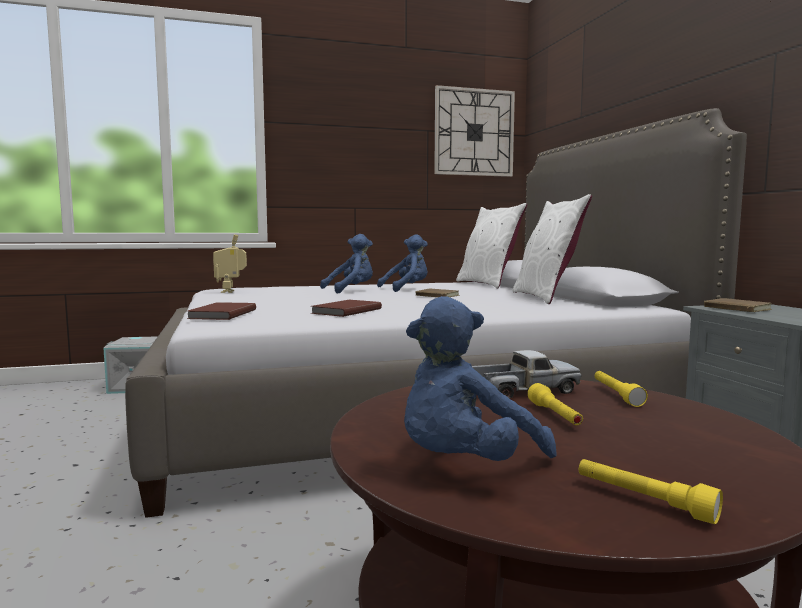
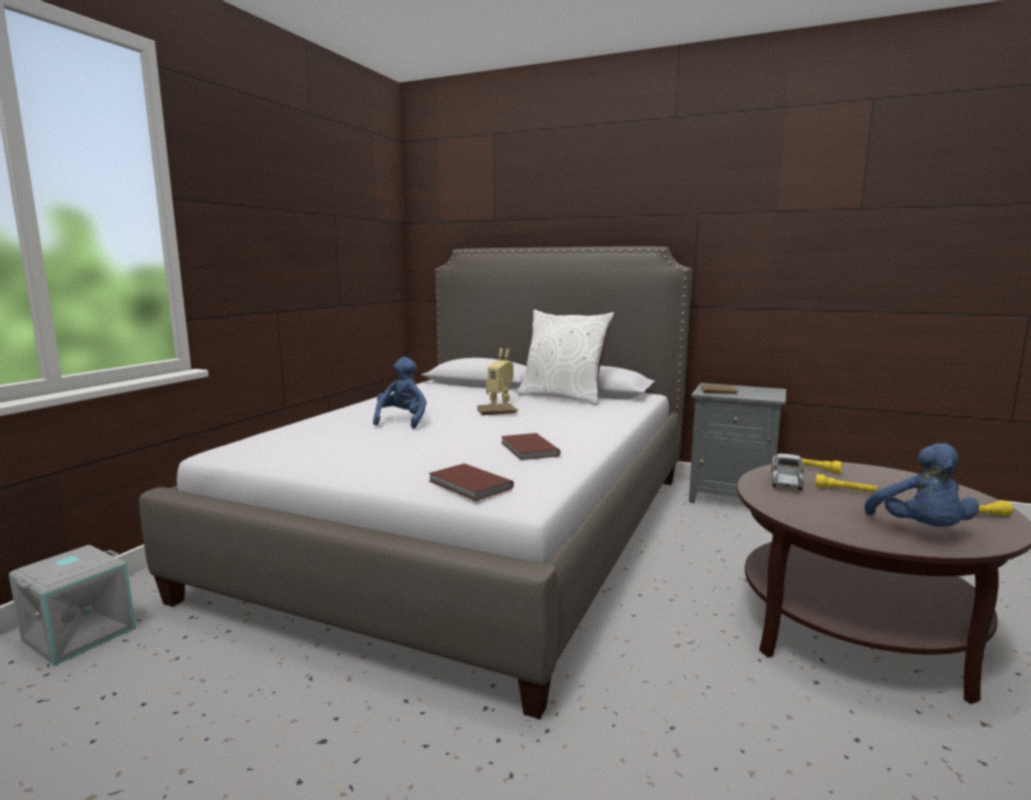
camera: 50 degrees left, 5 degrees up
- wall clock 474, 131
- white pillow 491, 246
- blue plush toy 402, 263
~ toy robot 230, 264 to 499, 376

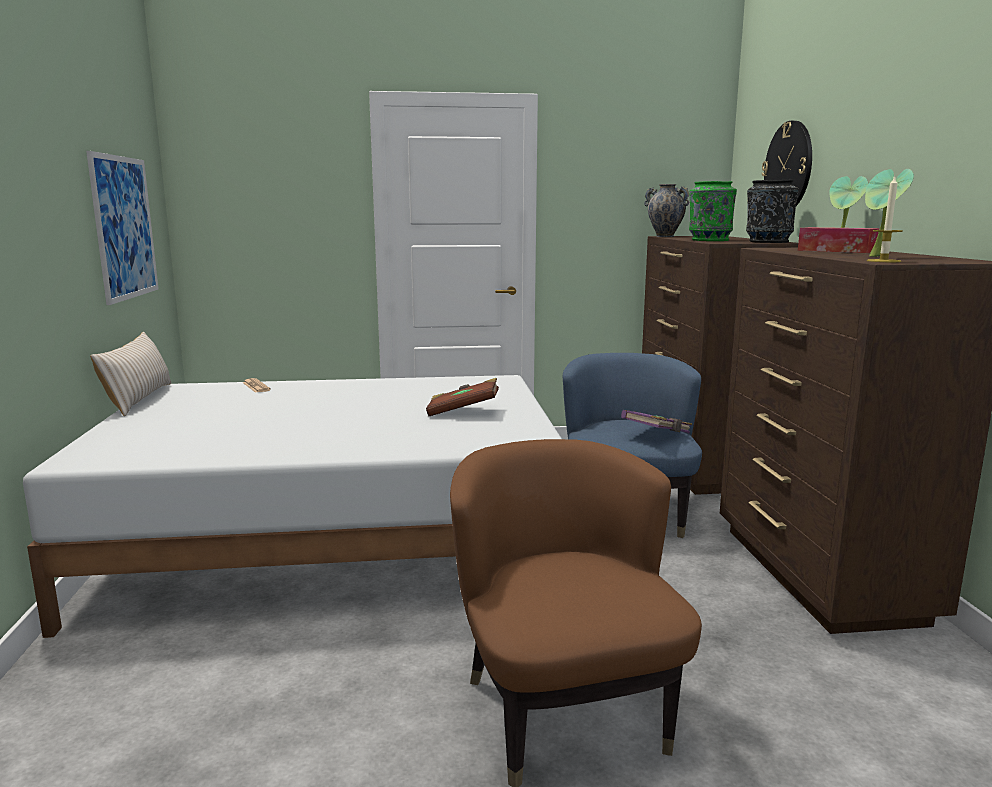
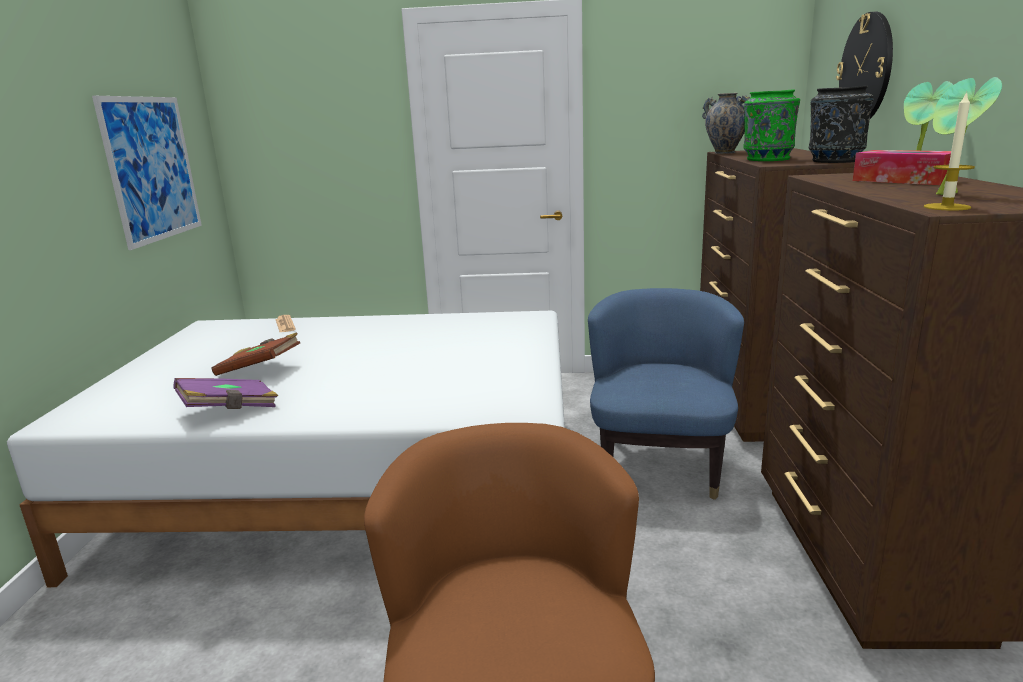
camera: 10 degrees right, 5 degrees up
- beige pillow 131, 374
~ brown book 462, 397 to 256, 354
~ purple book 656, 421 to 225, 393

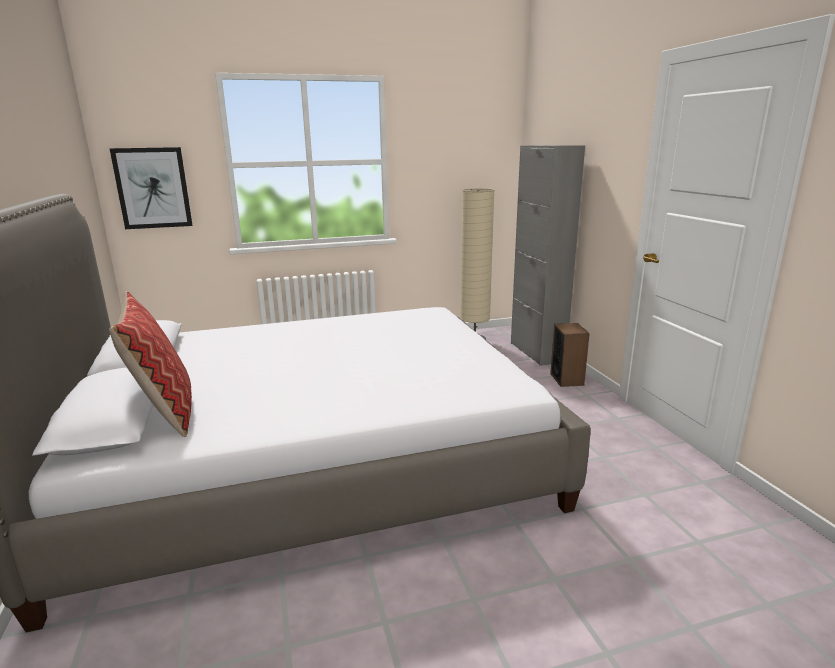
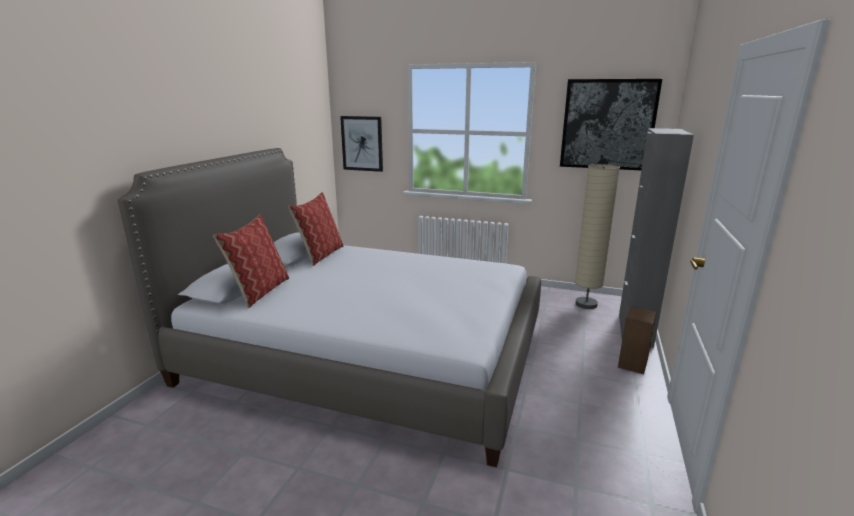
camera: 35 degrees right, 0 degrees up
+ picture 611, 124
+ pillow 316, 229

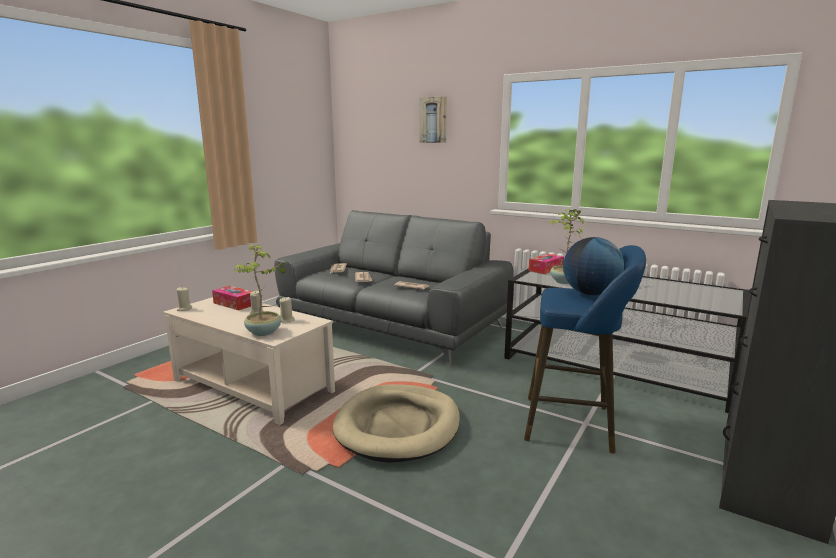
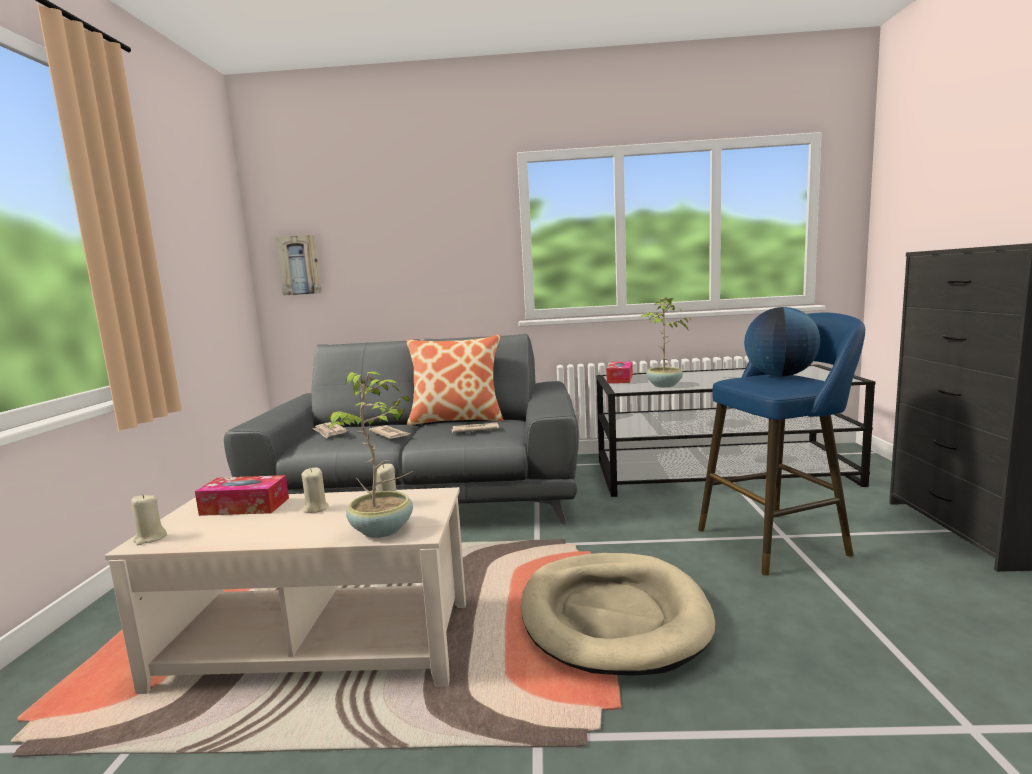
camera: 30 degrees left, 5 degrees down
~ picture 433, 119 to 298, 265
+ pillow 455, 380

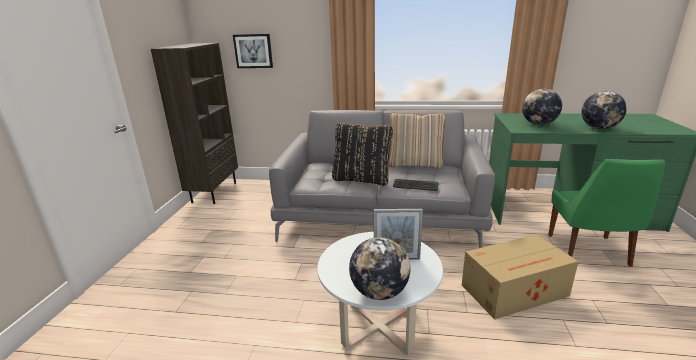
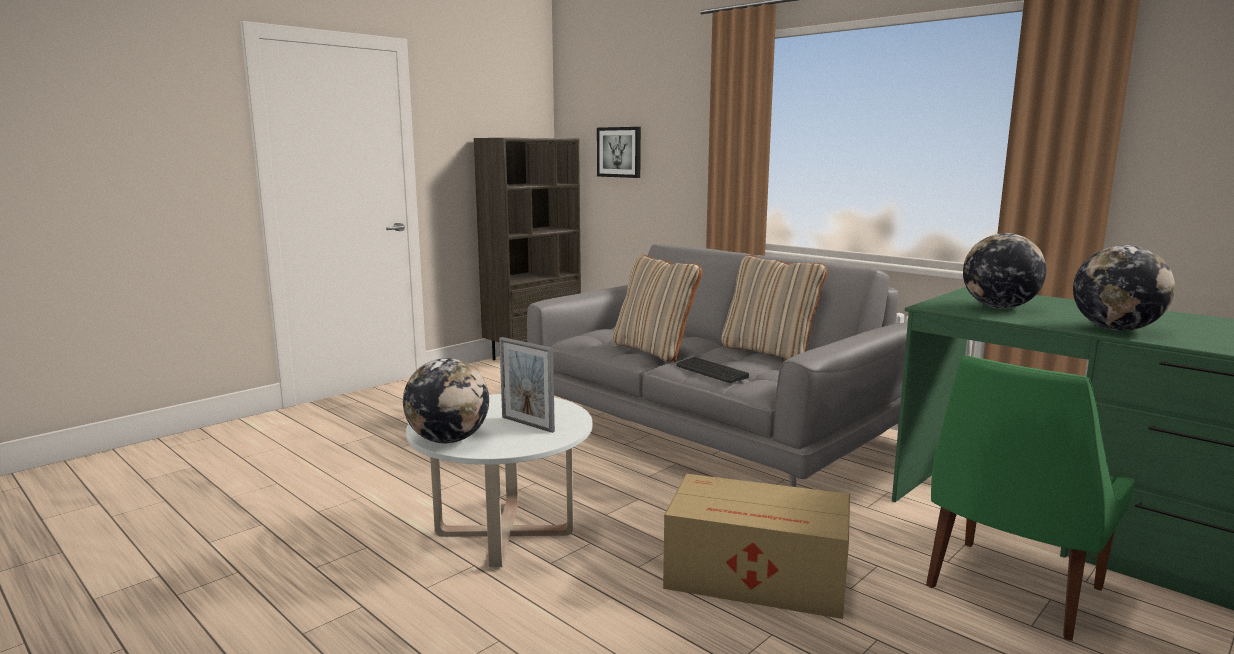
camera: 35 degrees right, 10 degrees down
~ black pillow 362, 154 to beige pillow 657, 308

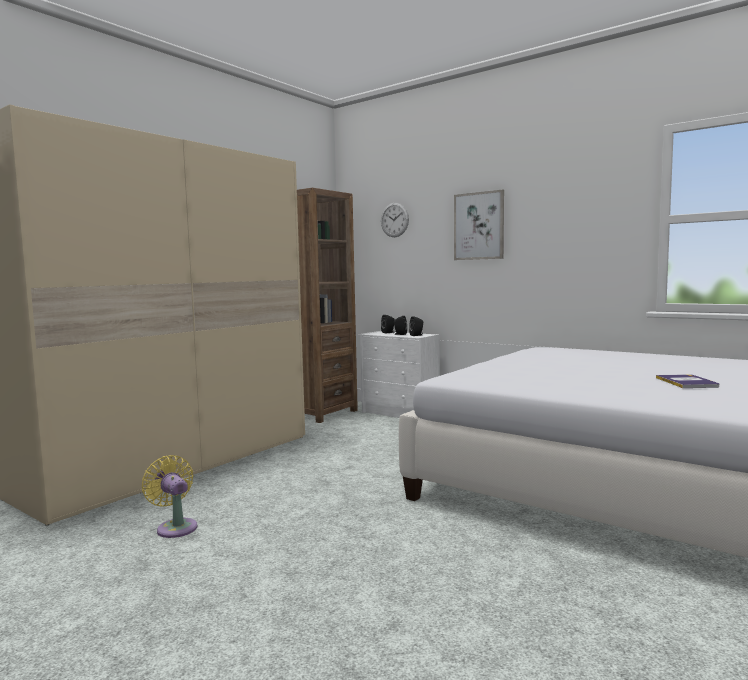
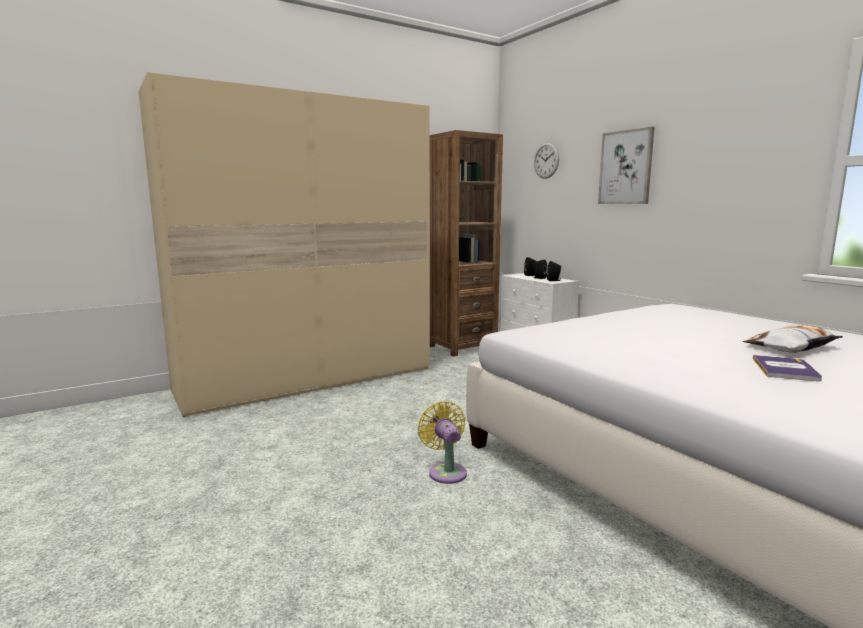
camera: 20 degrees right, 5 degrees up
~ yellow fan 170, 496 to 442, 442
+ pillow 793, 339

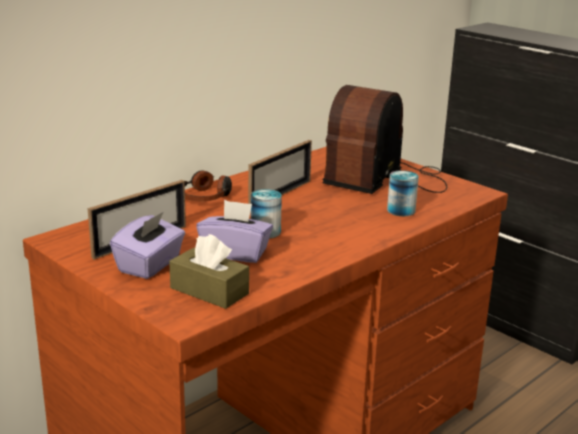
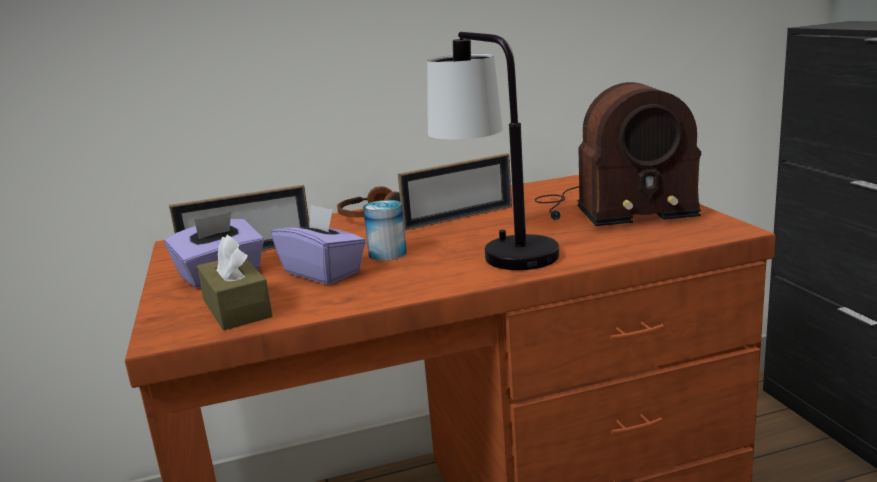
camera: 30 degrees right, 5 degrees down
~ radio 385, 139 = 618, 154 150 degrees counterclockwise
- can 403, 193
+ table lamp 493, 151

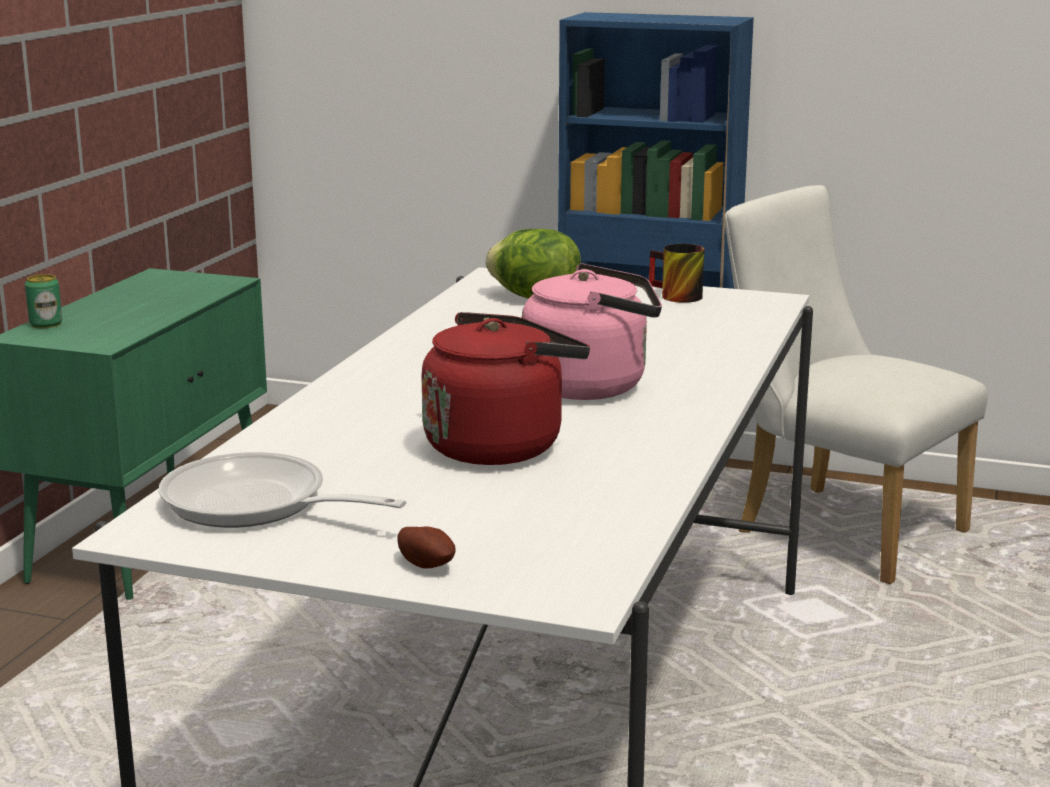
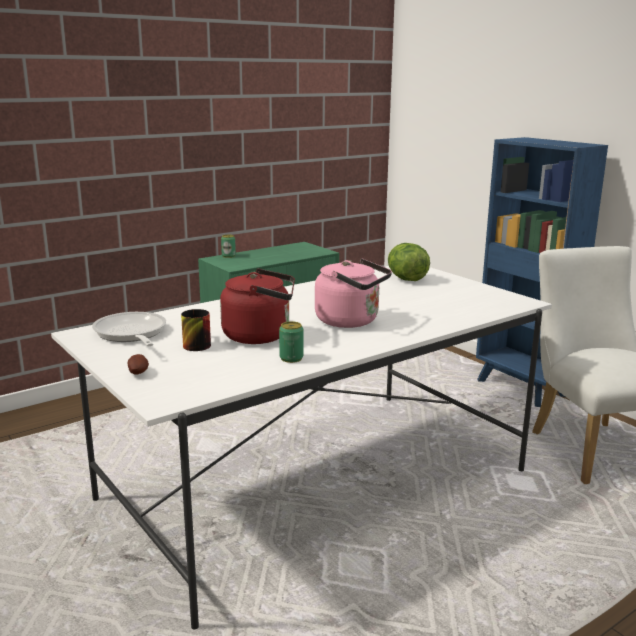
camera: 35 degrees right, 0 degrees up
~ mug 676, 273 to 196, 330
+ can 291, 342

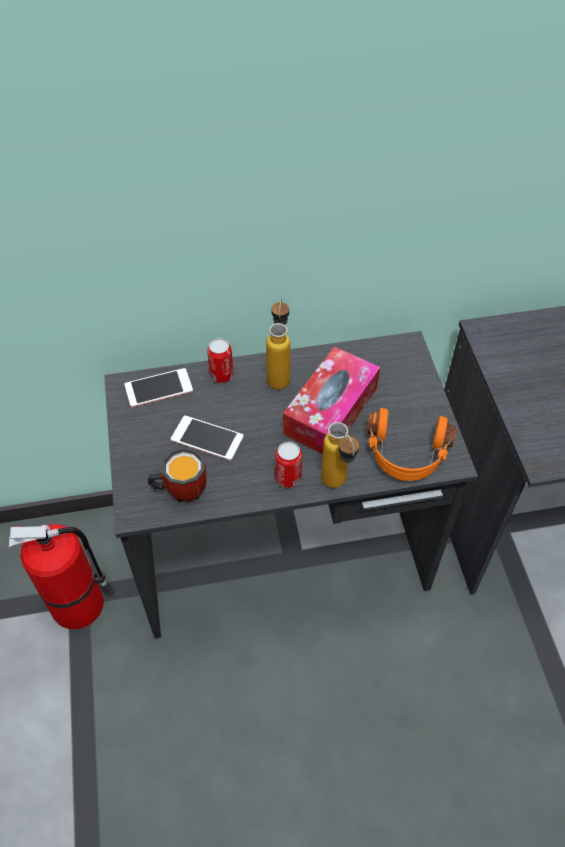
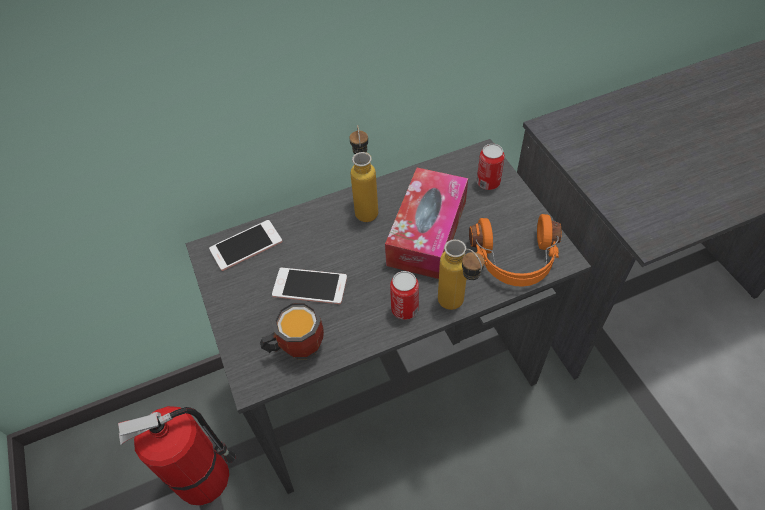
camera: 10 degrees left, 0 degrees up
~ can 220, 360 to 491, 167

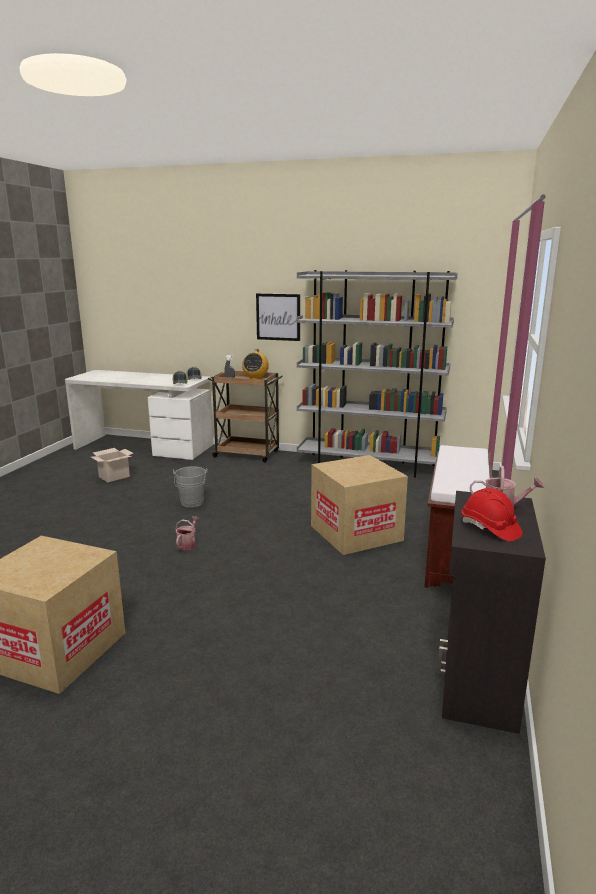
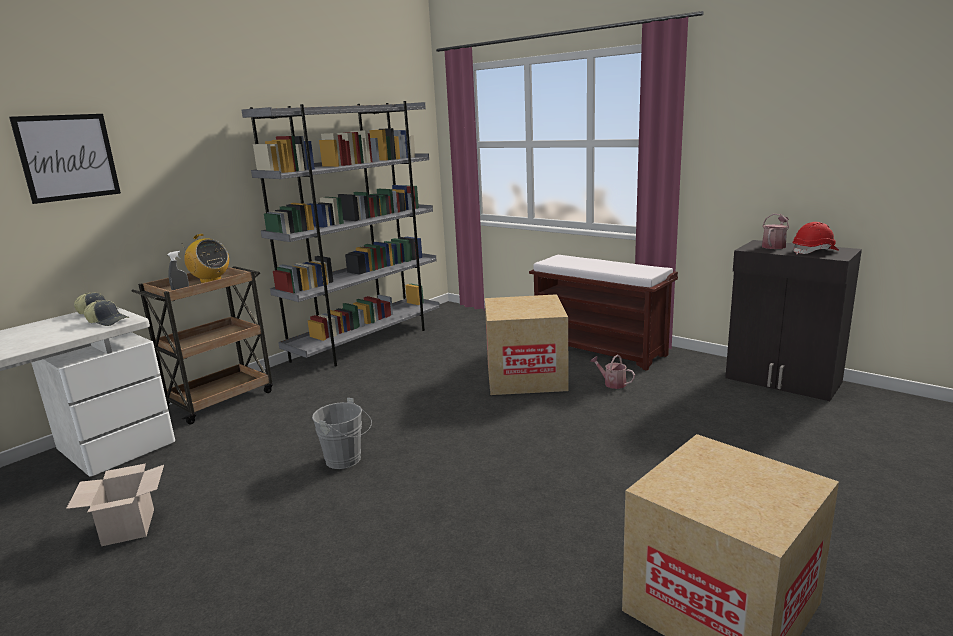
camera: 65 degrees left, 0 degrees up
~ picture 278, 317 to 65, 159
~ watering can 187, 533 to 612, 372

